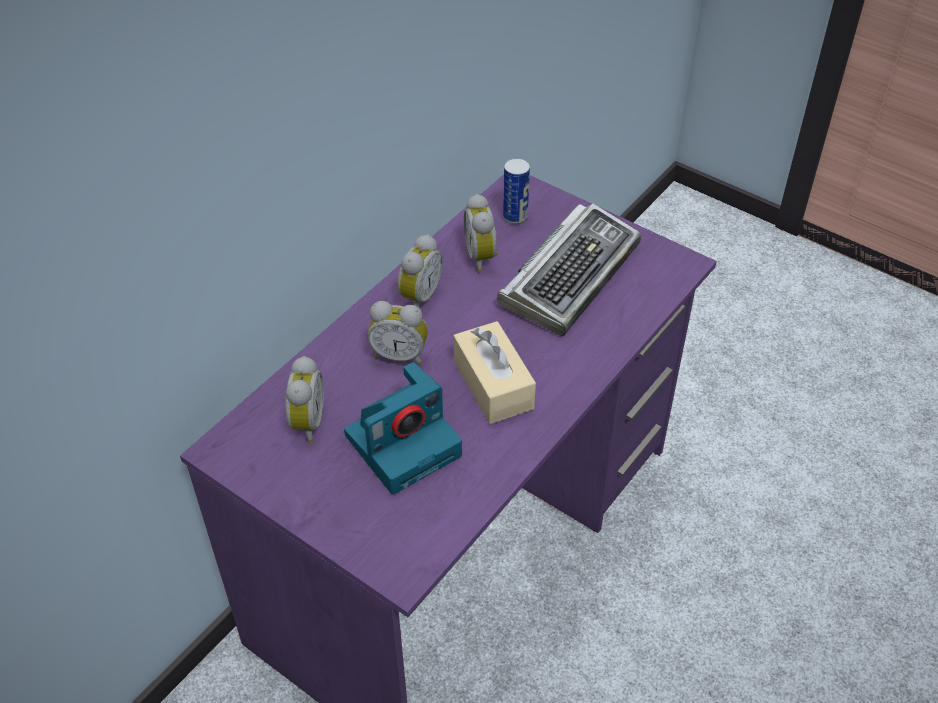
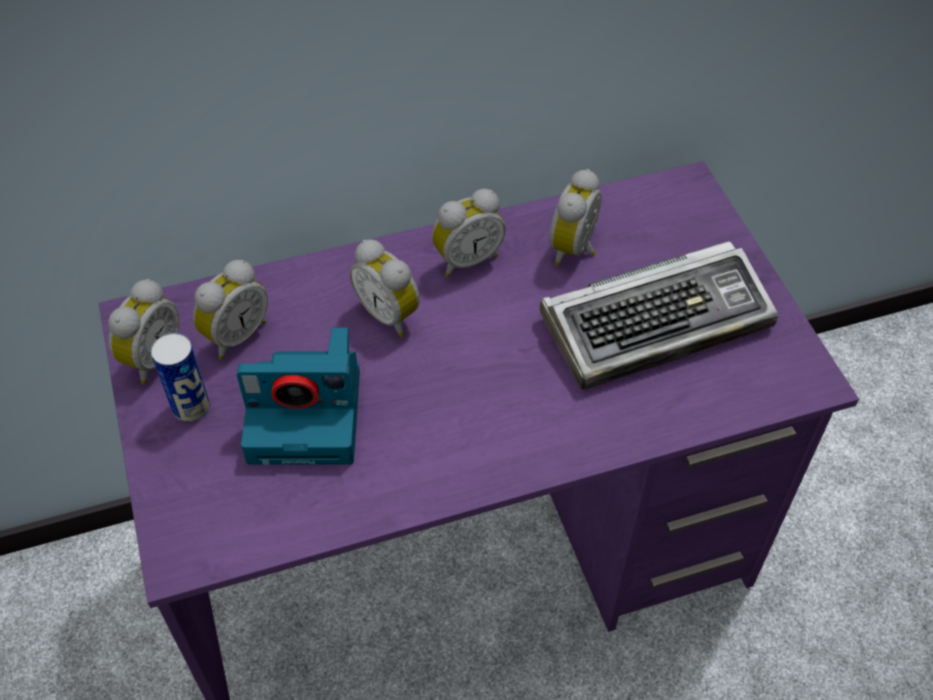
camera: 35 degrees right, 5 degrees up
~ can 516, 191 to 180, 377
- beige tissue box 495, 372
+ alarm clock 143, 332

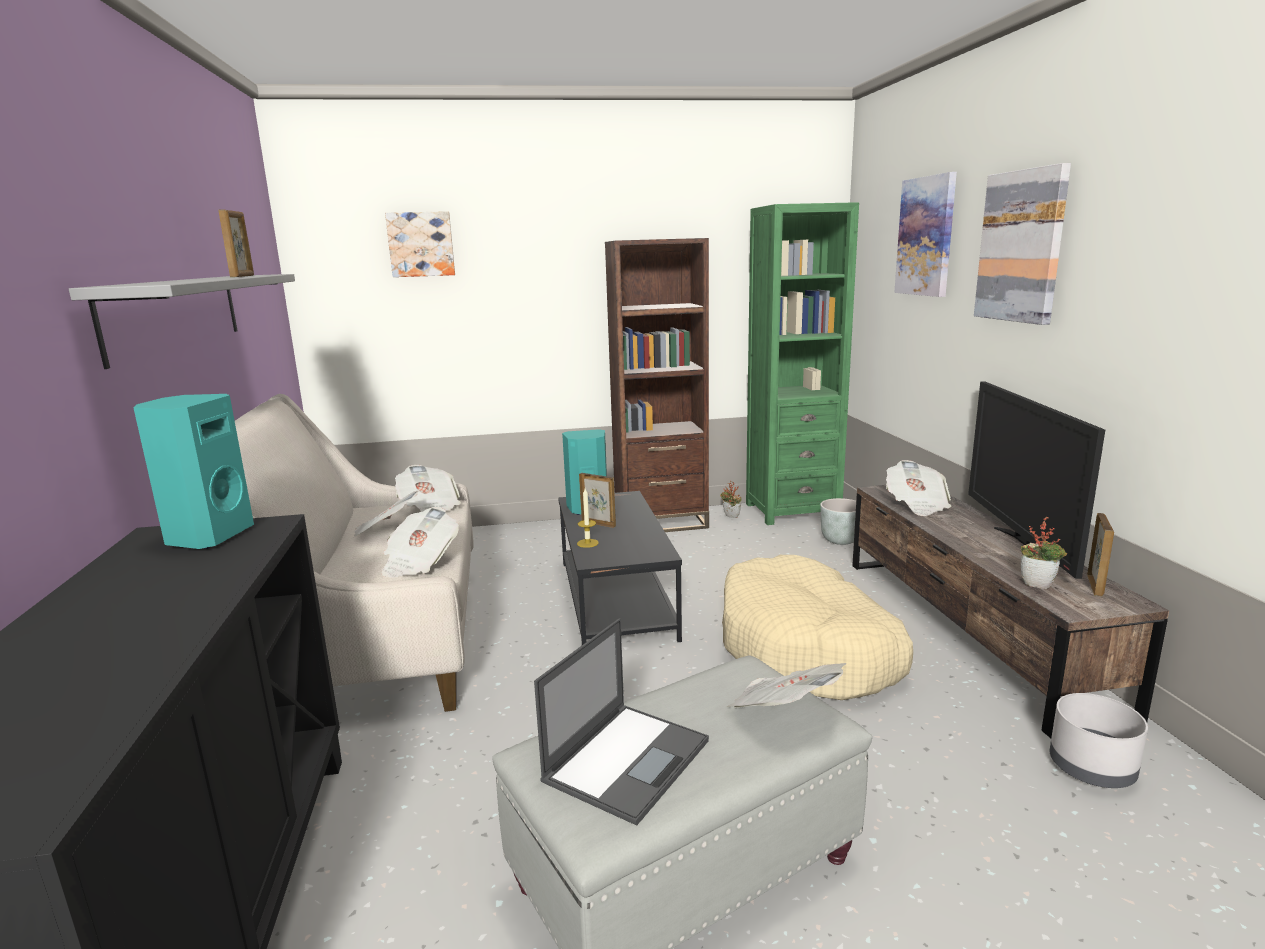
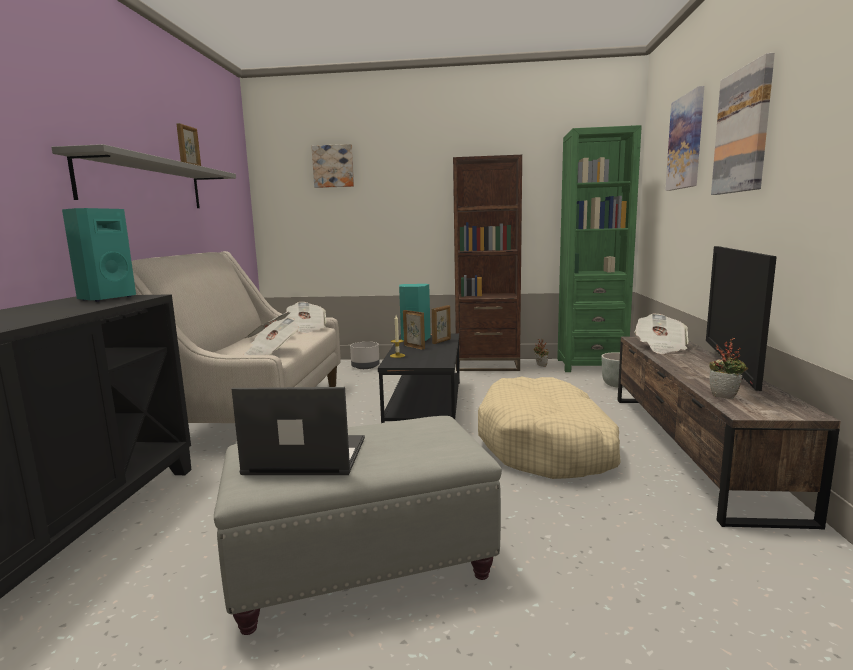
camera: 15 degrees right, 5 degrees down
~ picture frame 1100, 554 to 441, 324
~ laptop 621, 722 = 298, 431 135 degrees counterclockwise
- newspaper 787, 685
~ grey planter 1099, 740 to 365, 355

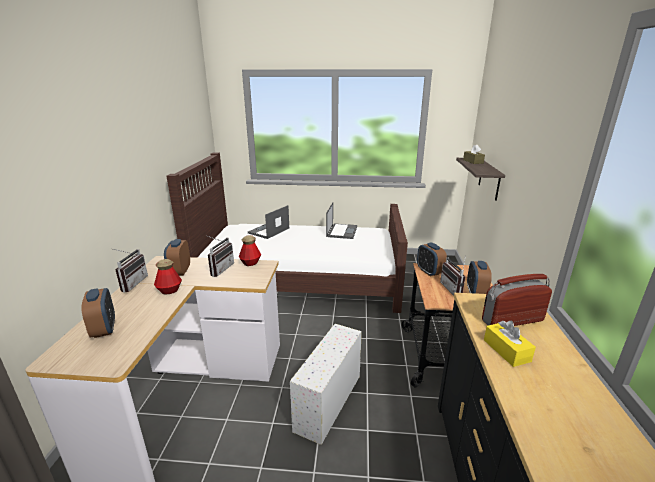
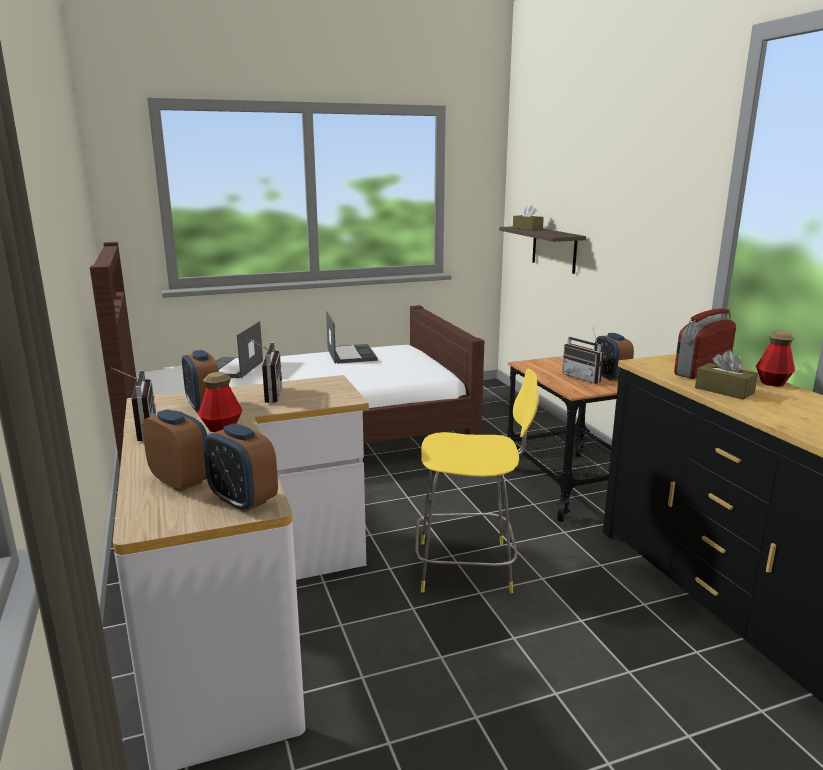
camera: 25 degrees left, 5 degrees down
~ bottle 250, 250 to 775, 359
~ alarm clock 432, 259 to 240, 467
~ yellow tissue box 510, 343 to brown tissue box 726, 375
~ white storage box 326, 384 to yellow stool 477, 481

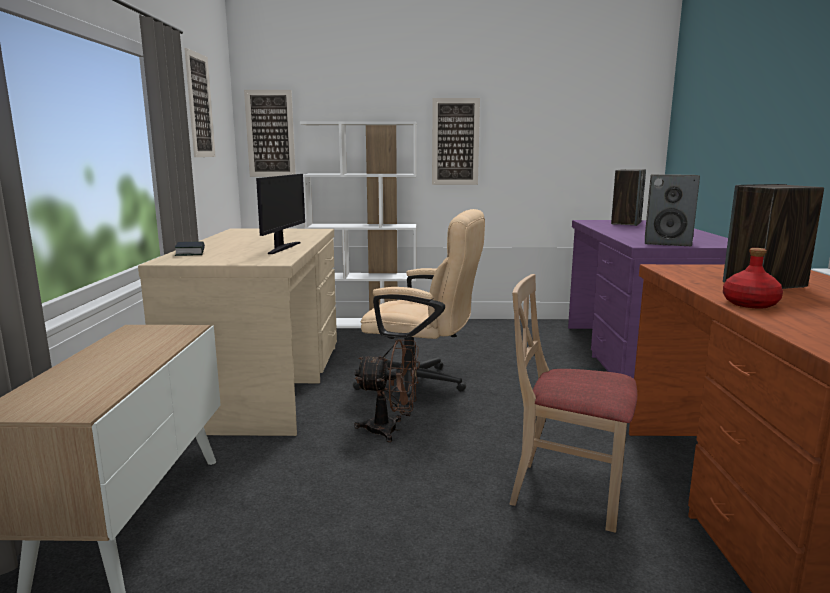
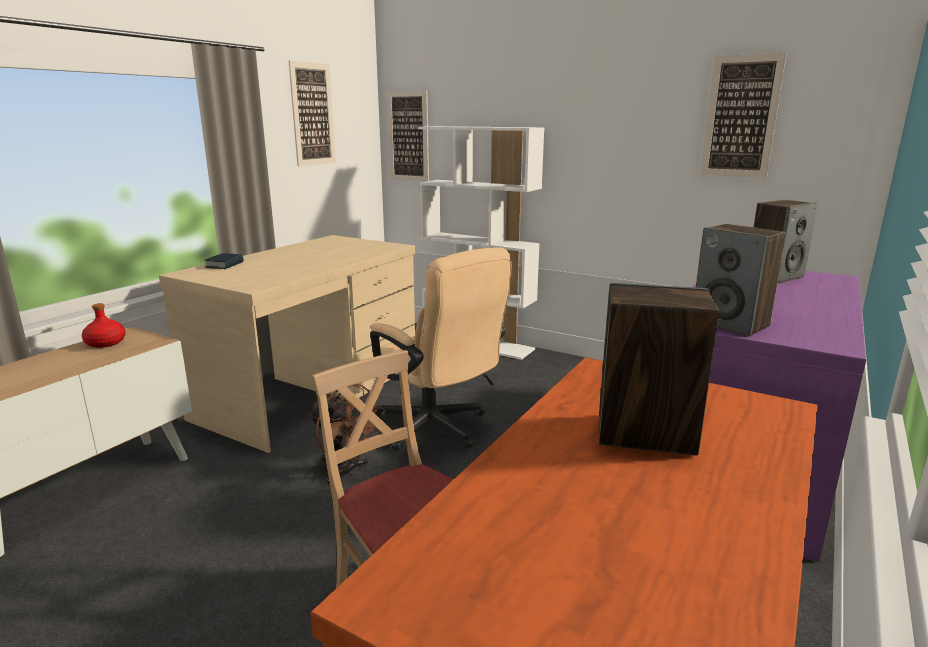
camera: 30 degrees right, 5 degrees up
~ picture 456, 141 to 743, 115
- monitor 280, 214
~ red bottle 753, 278 to 104, 325

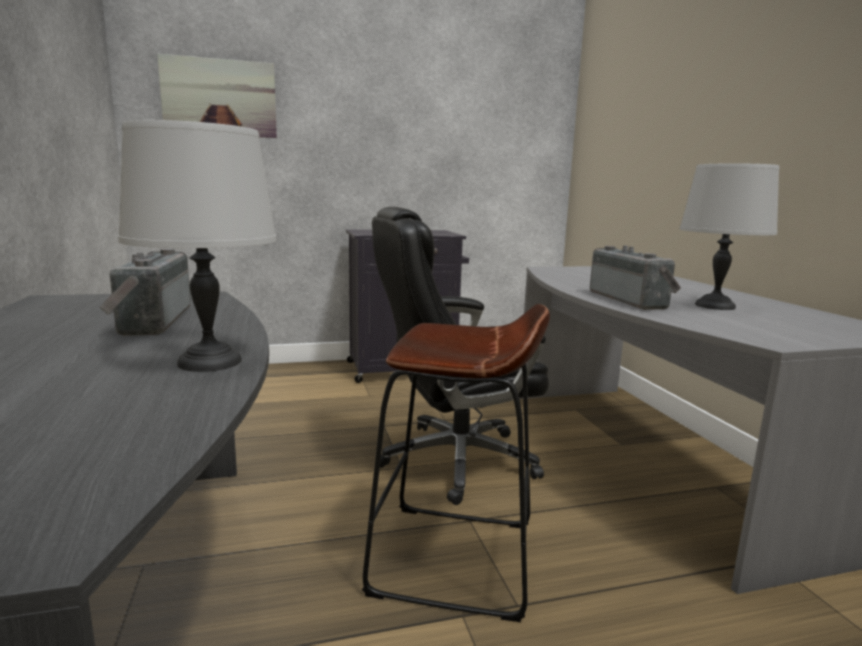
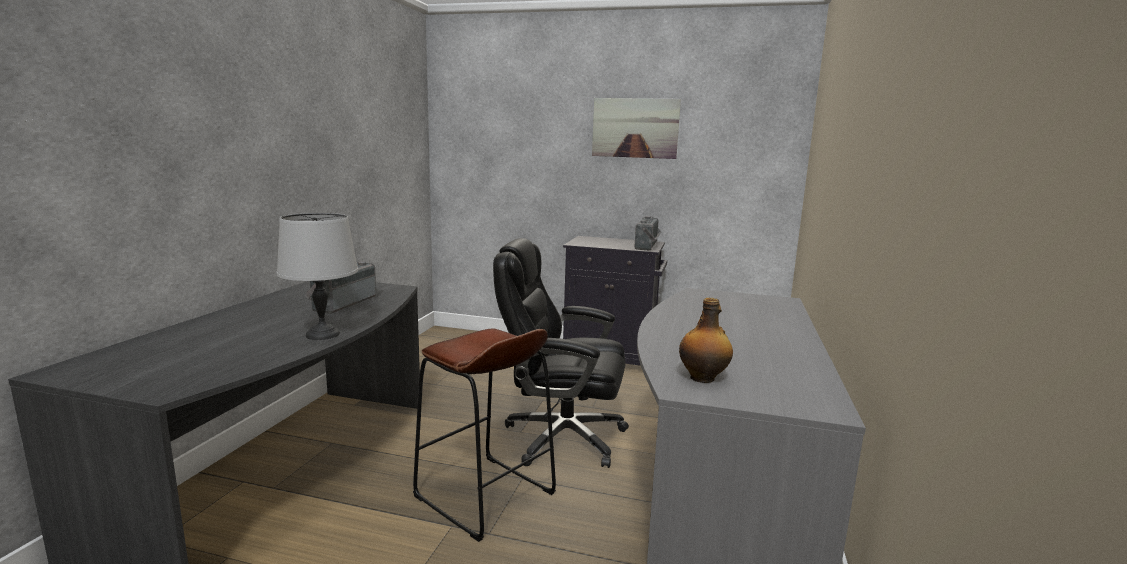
camera: 30 degrees right, 0 degrees up
~ picture 217, 96 to 636, 128
- grey table lamp 729, 236
~ radio 635, 277 to 648, 233
+ bottle 706, 340

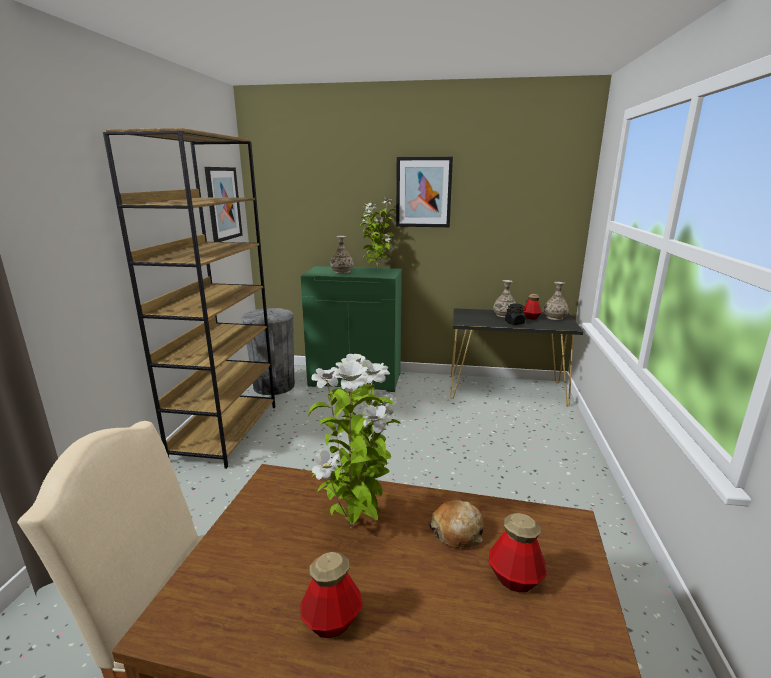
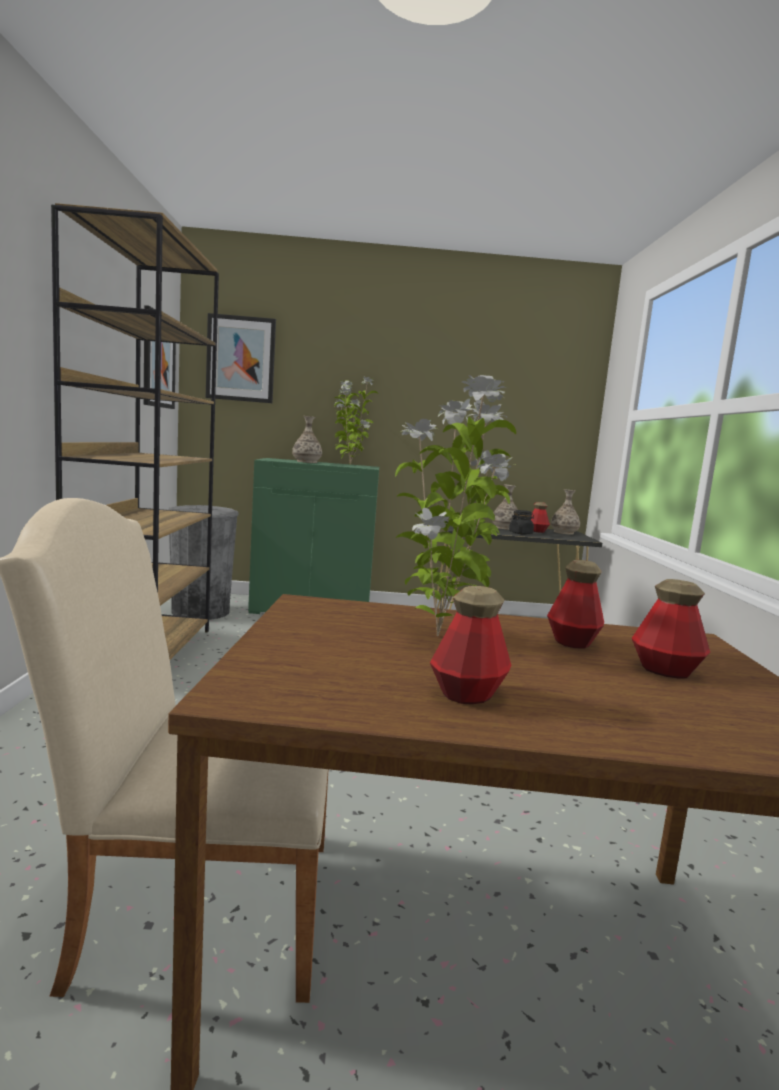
camera: 10 degrees left, 10 degrees down
~ picture 424, 192 to 241, 358
~ bread 456, 524 to bottle 575, 604

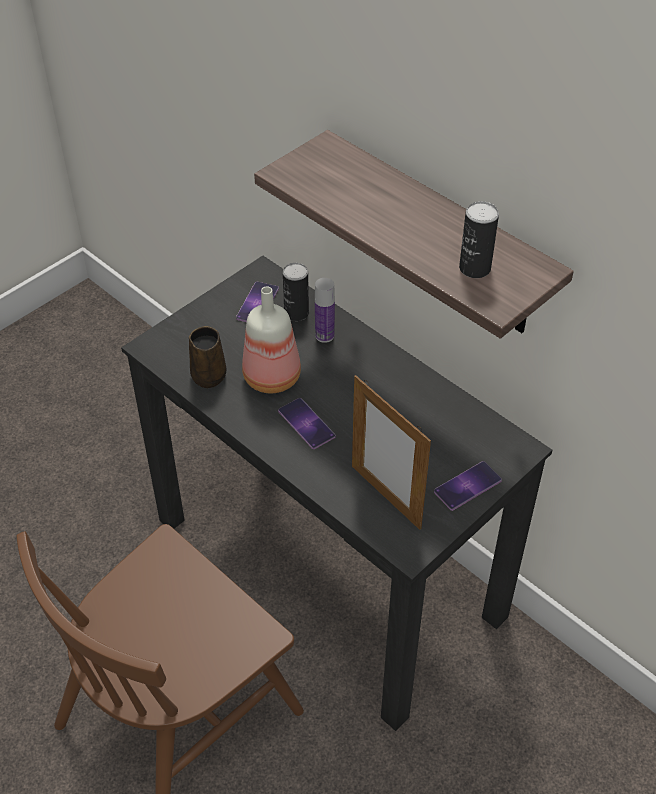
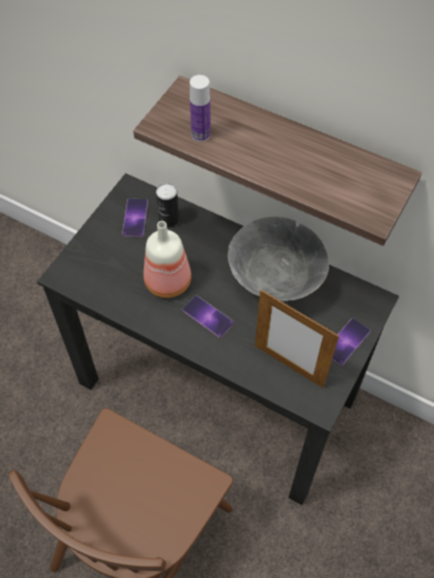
camera: 15 degrees left, 10 degrees up
- can 479, 239
~ bottle 325, 310 to 200, 108
- brown mug 207, 357
+ grey bowl 278, 259

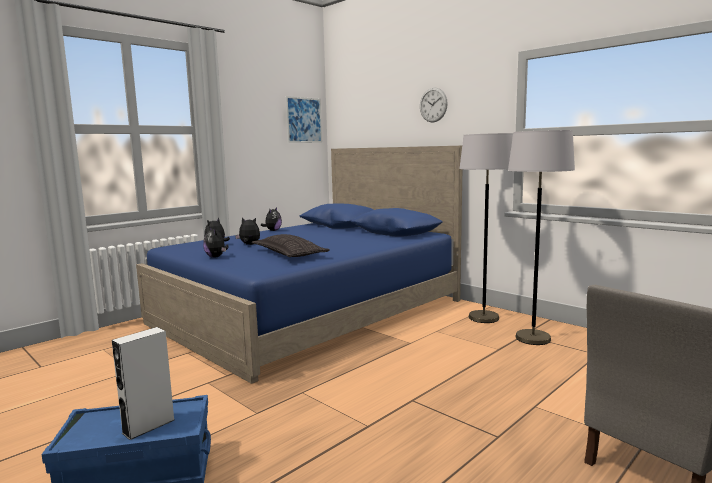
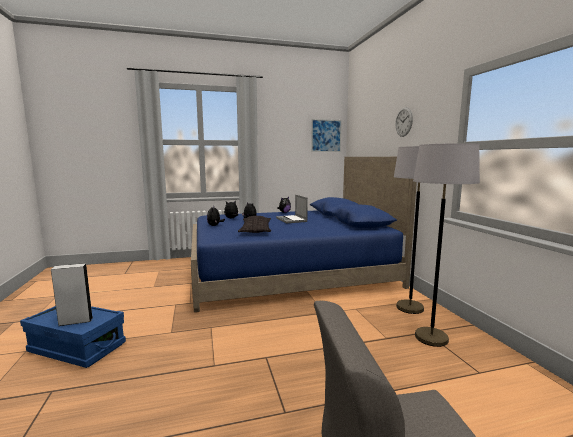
camera: 30 degrees right, 0 degrees up
+ laptop 292, 209

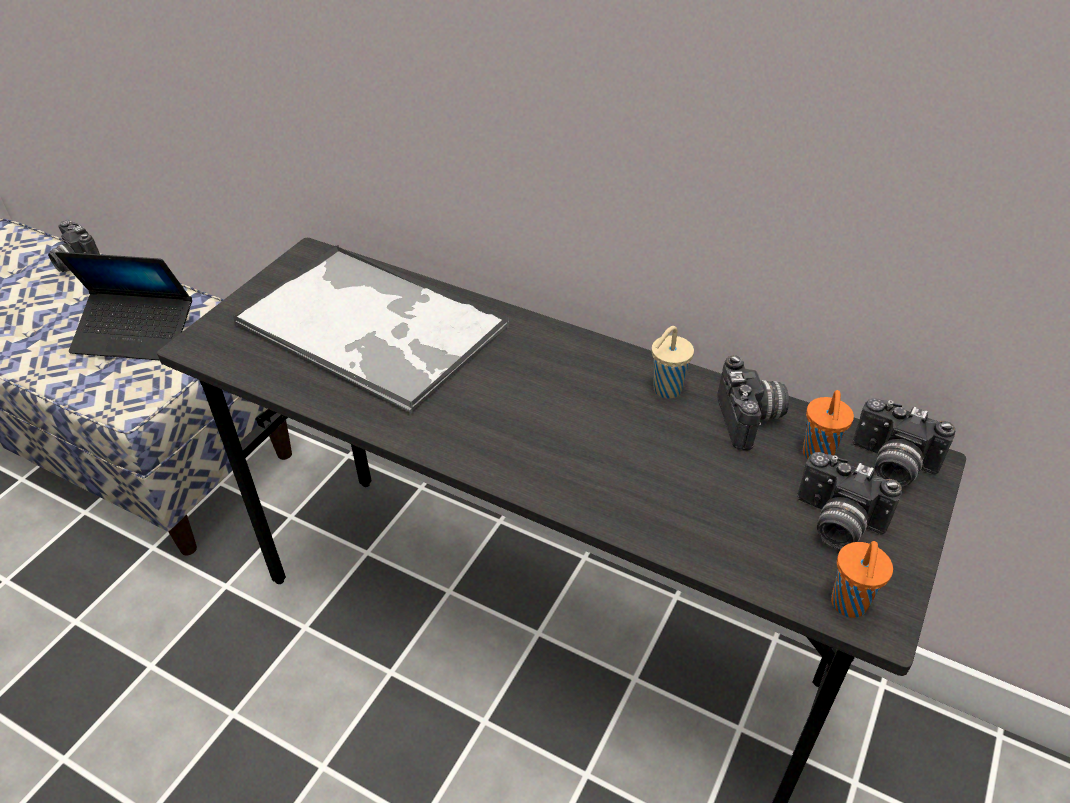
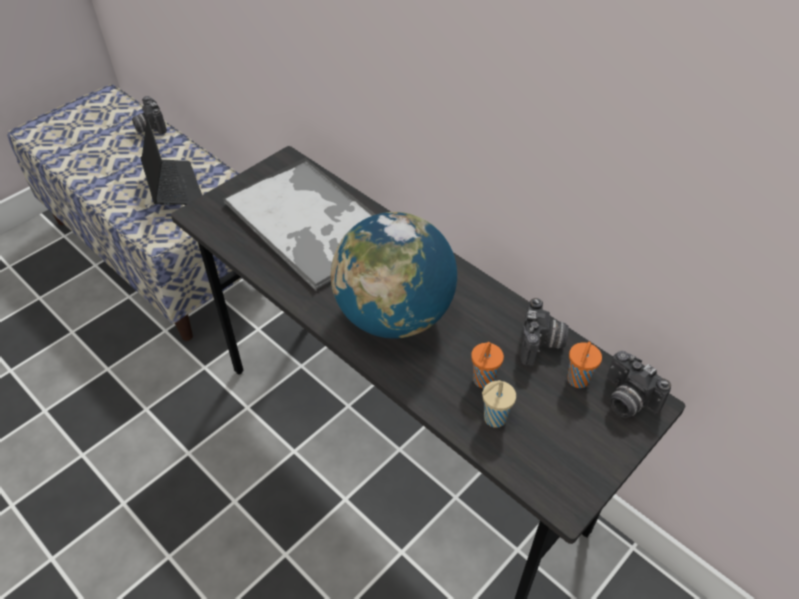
camera: 15 degrees right, 5 degrees up
~ laptop 123, 306 = 171, 161 135 degrees counterclockwise
~ beige cup 673, 362 to 499, 404
- photo camera 849, 500
~ orange cup 862, 579 to 487, 365
+ globe 394, 275

